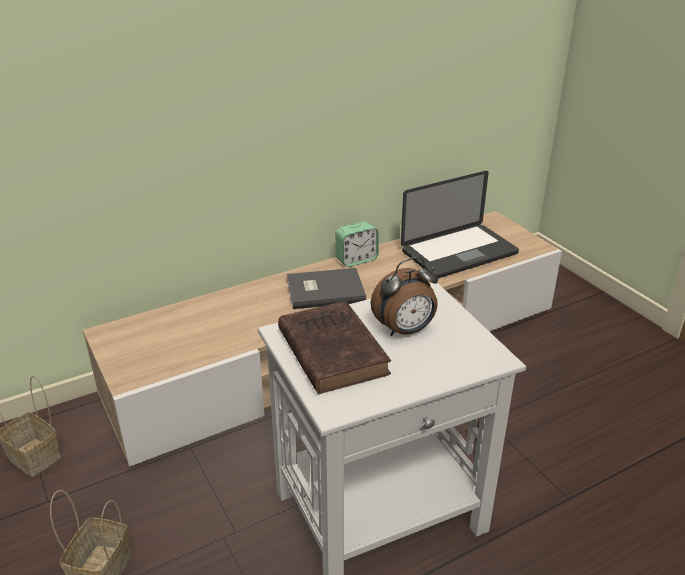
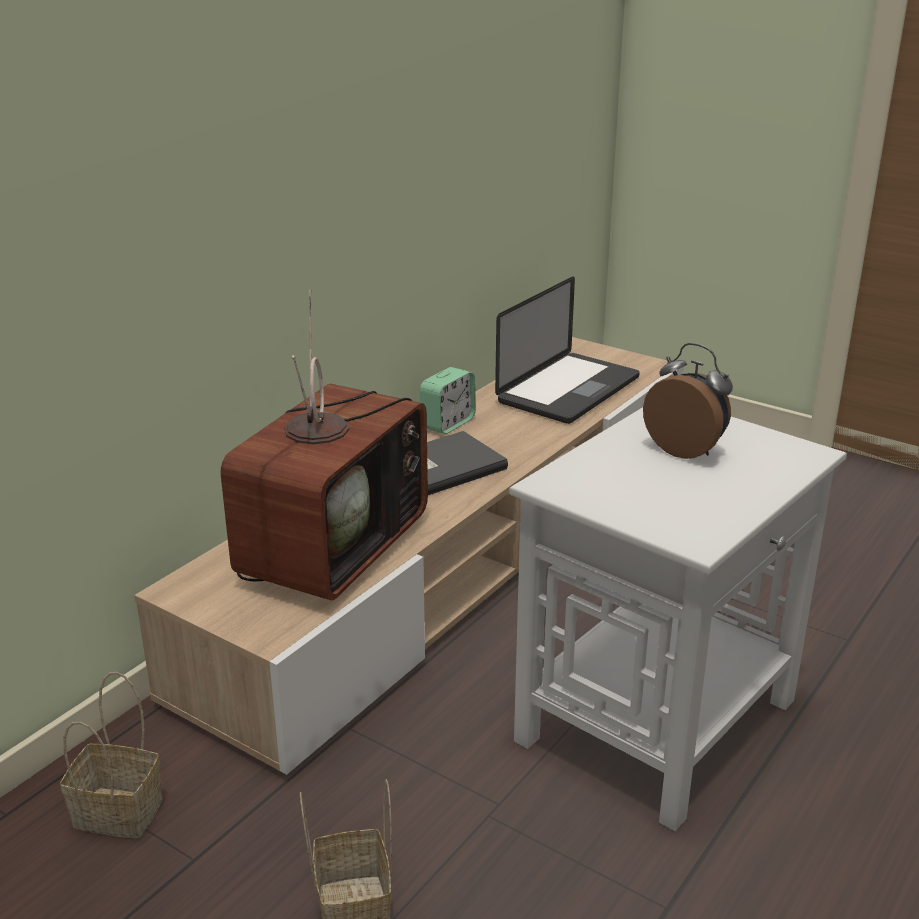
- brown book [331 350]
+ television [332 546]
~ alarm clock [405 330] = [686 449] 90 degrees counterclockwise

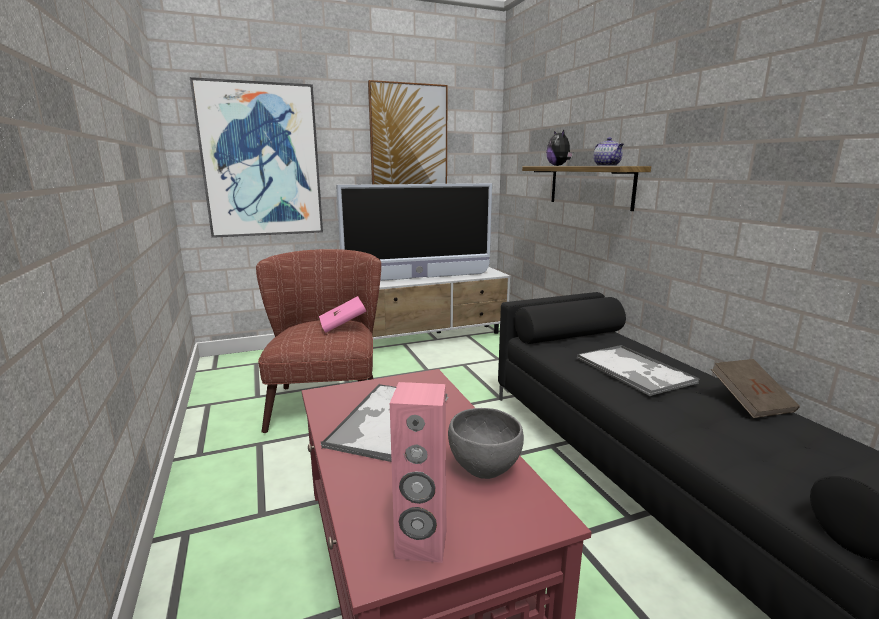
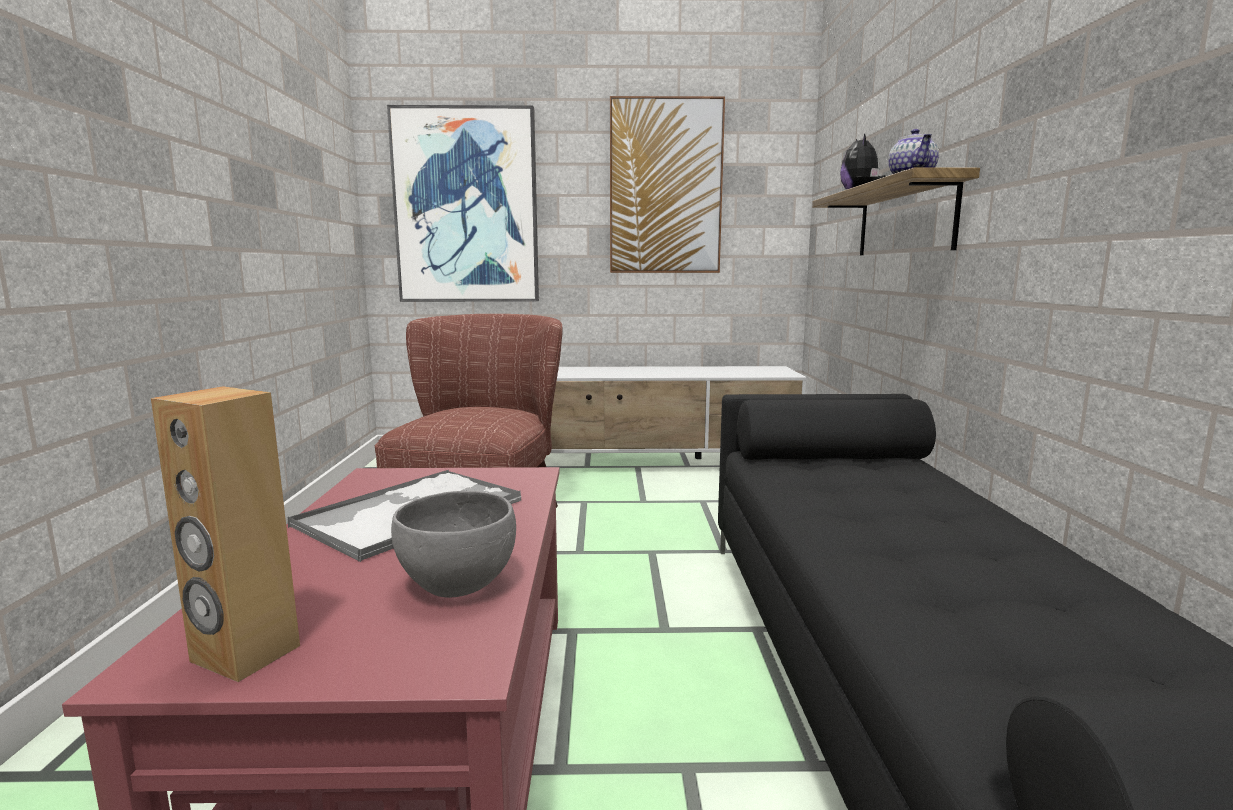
- pink book [343 325]
- television [419 278]
- tray [634 370]
- brown book [750 402]
~ pink speaker [421 544] to brown speaker [244 654]

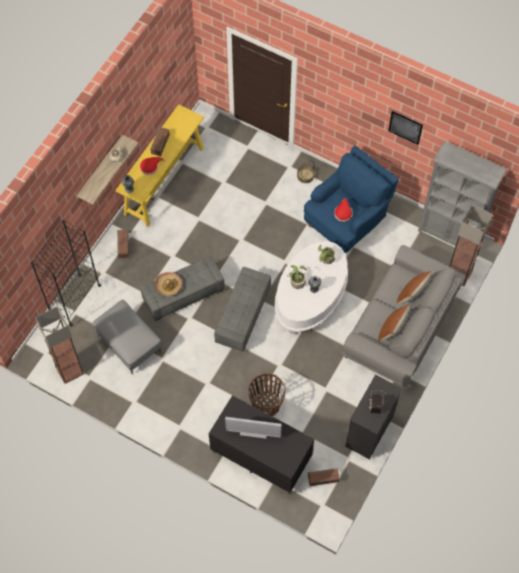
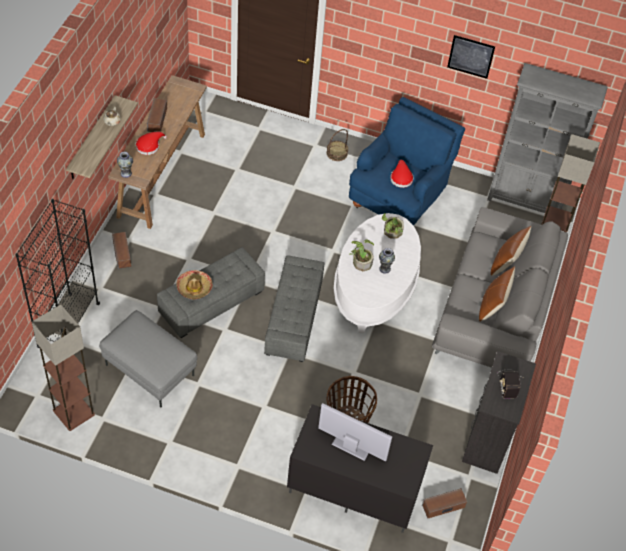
~ yellow console table [164 180] to brown console table [162 174]
~ television [253 432] = [350 447] 150 degrees counterclockwise

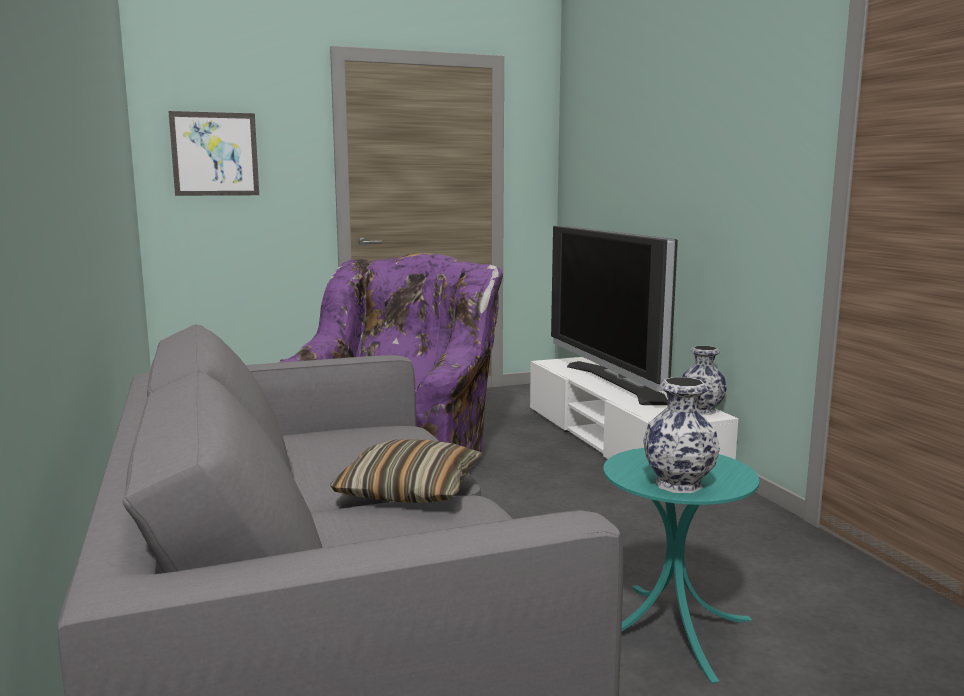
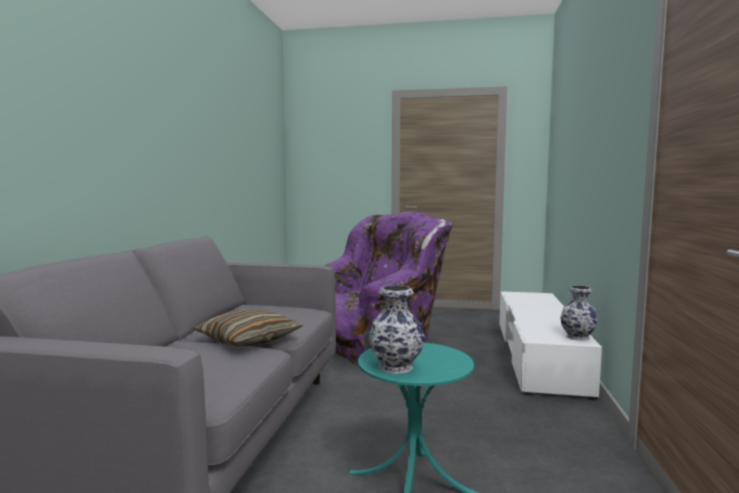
- picture [215 154]
- television [614 383]

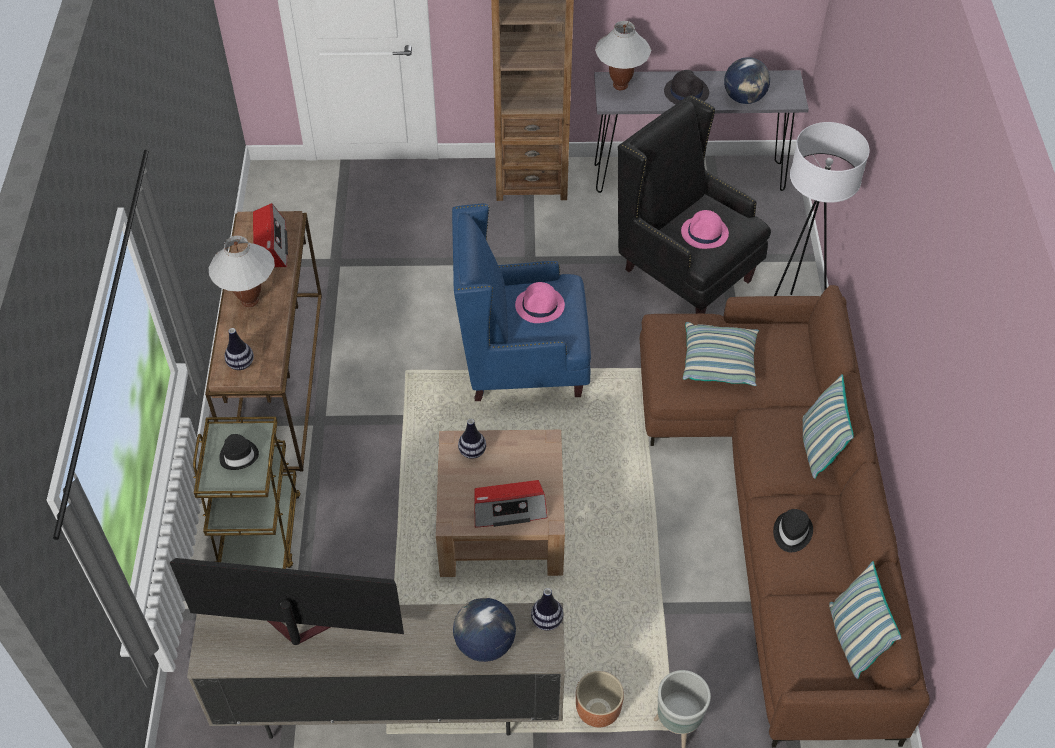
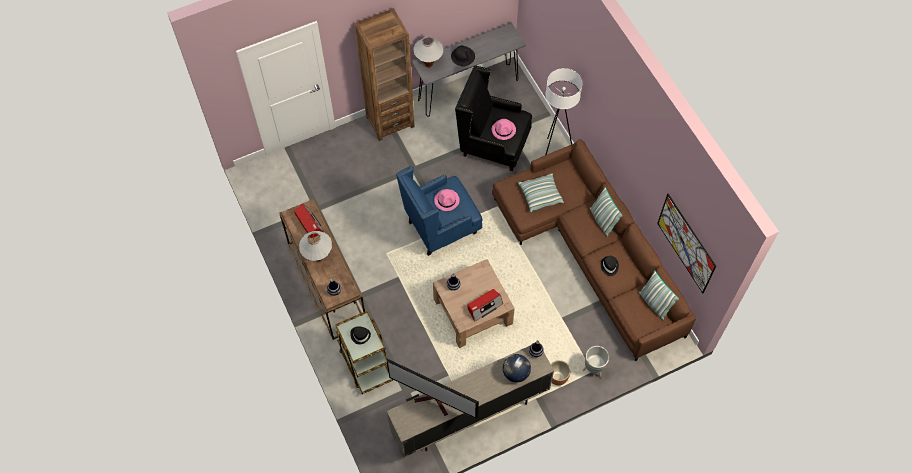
- globe [744 98]
+ picture [686 243]
~ television [295 630] = [434 402] 135 degrees counterclockwise

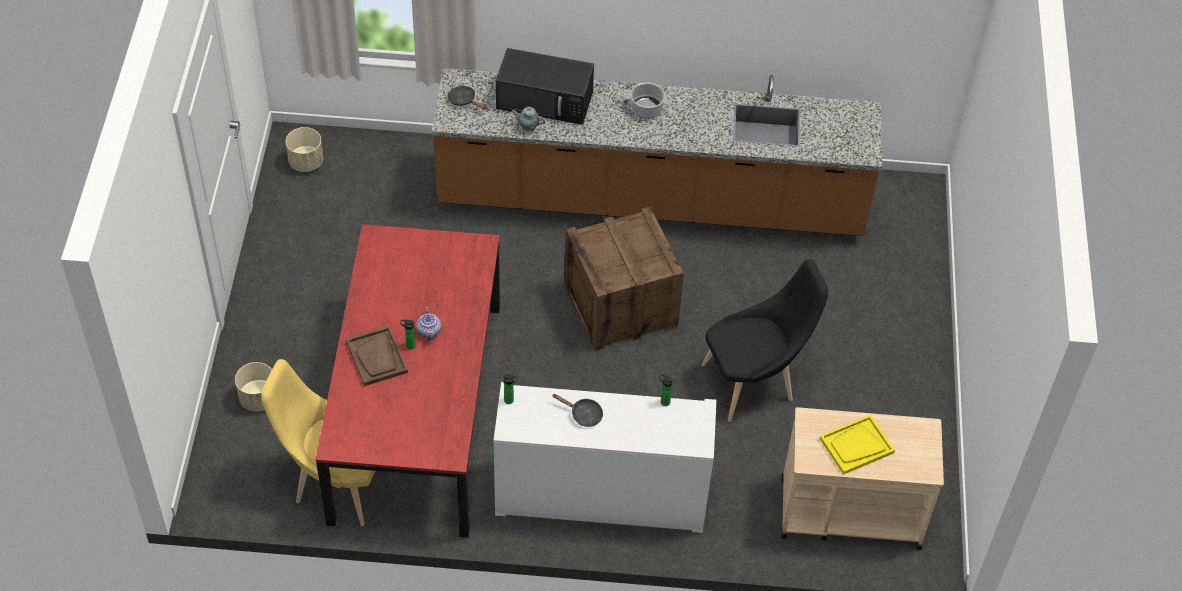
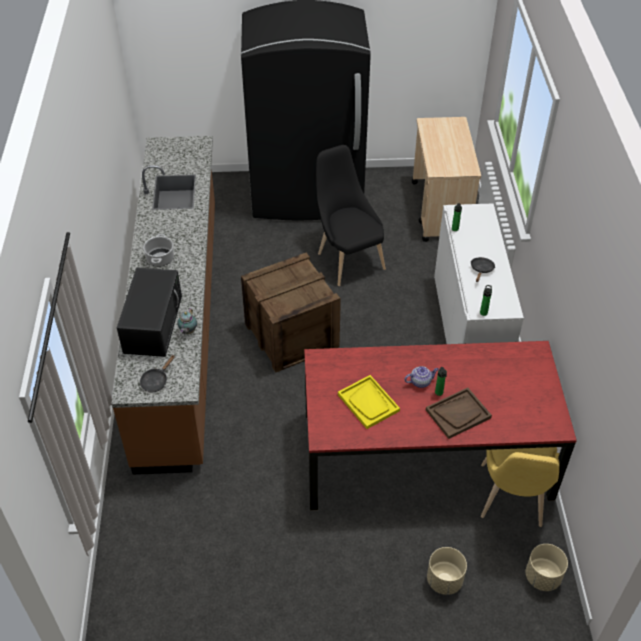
+ black fridge [307 195]
~ beige planter [306 162] to [542 577]
~ yellow tray [856 446] to [368 403]

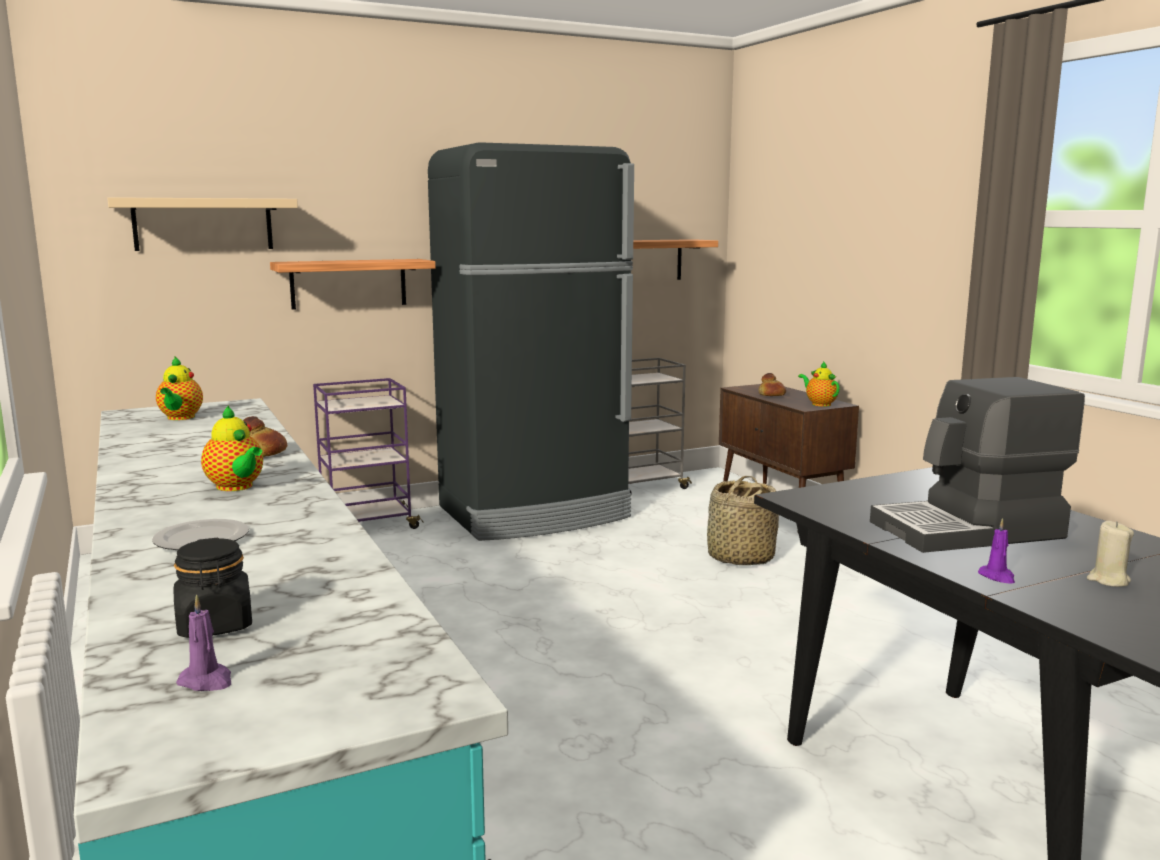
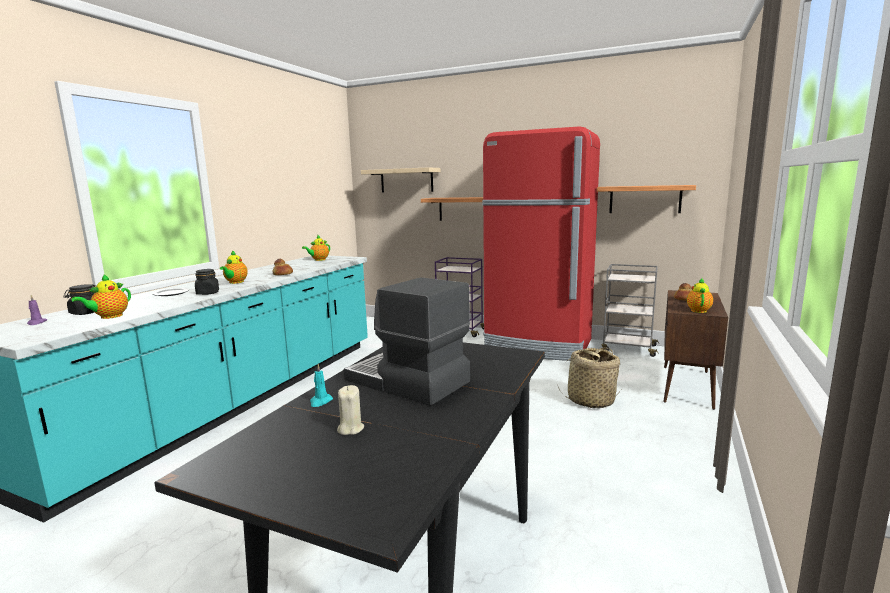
+ teapot [109 316]
+ black jar [208 293]
~ black fridge [535 513] to red fridge [539 345]
~ purple candle [997 577] to turquoise candle [320 402]

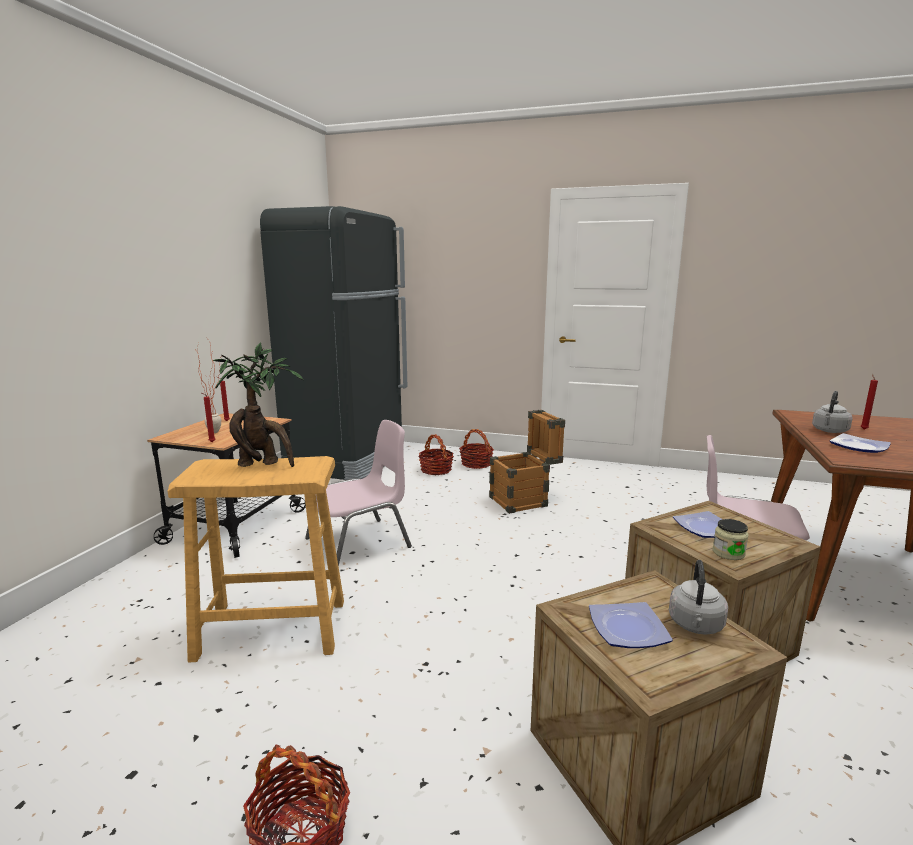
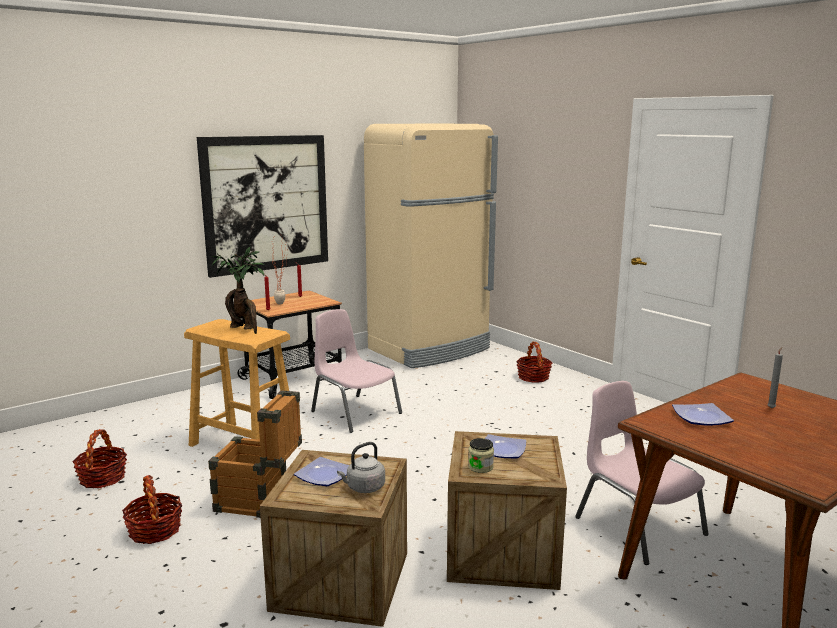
- grey kettle [829 431]
+ picture [266 203]
~ basket [436 470] to [102 478]
~ crate [525 500] to [260 502]
~ black fridge [349 459] to beige fridge [430 349]
~ red candle [863 429] to grey candle [771 408]
~ pink chair [360 543] = [355 412] 135 degrees counterclockwise

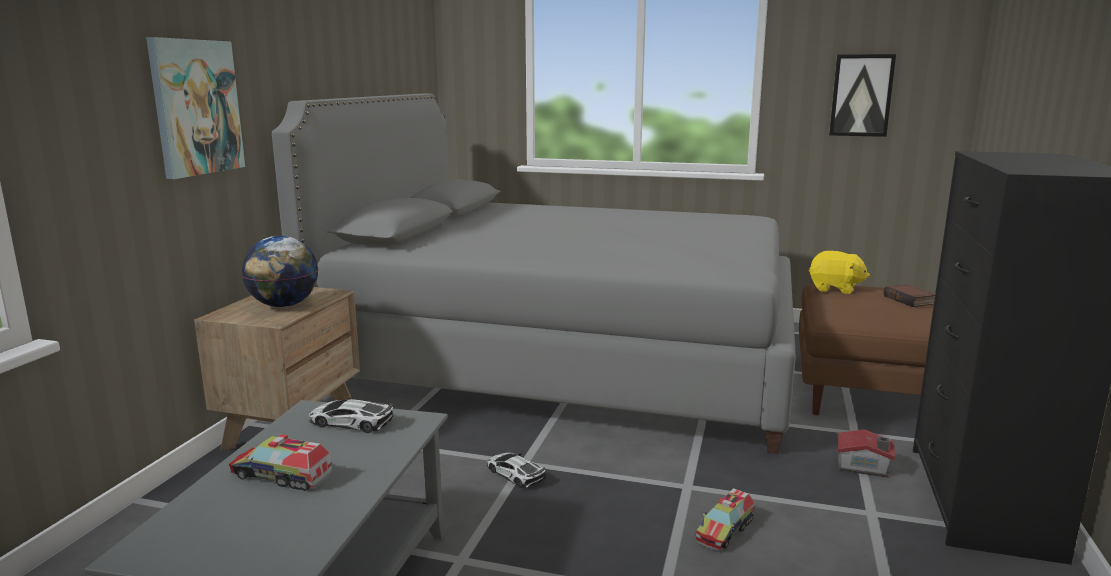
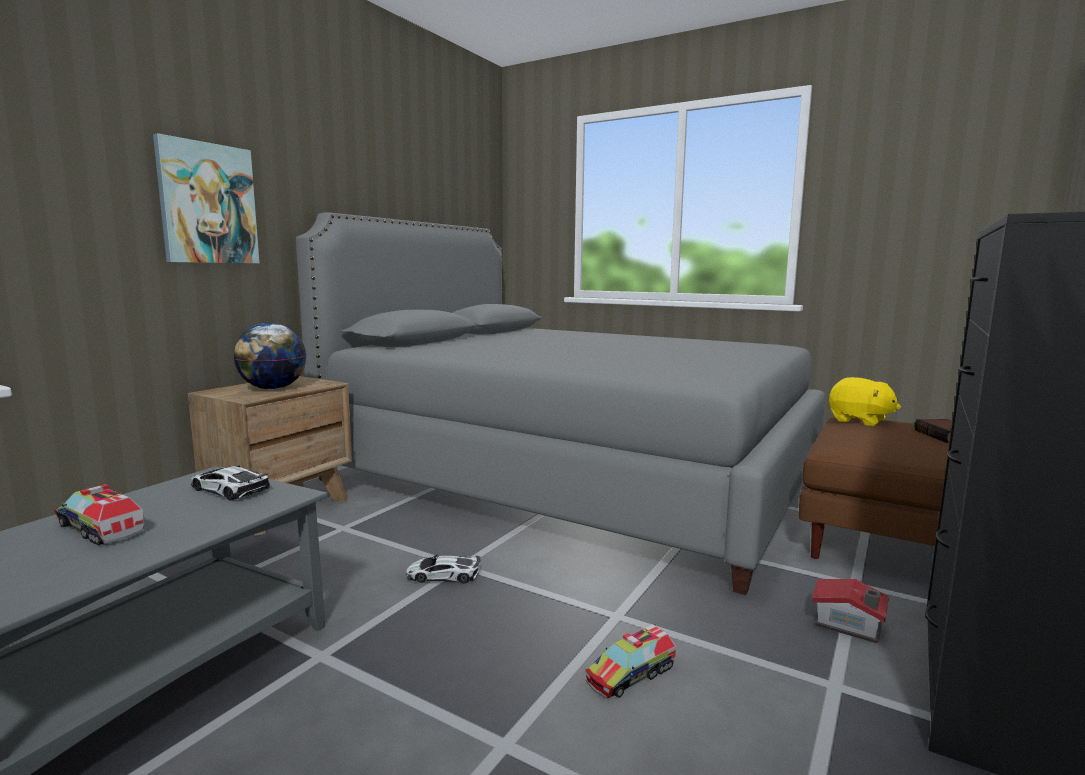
- picture [861 95]
~ toy car [515 474] = [443 575] 60 degrees counterclockwise

